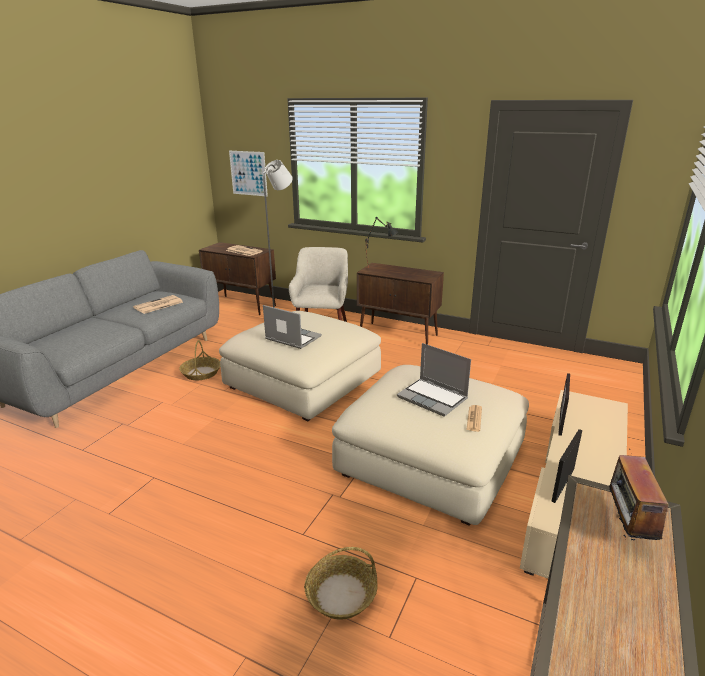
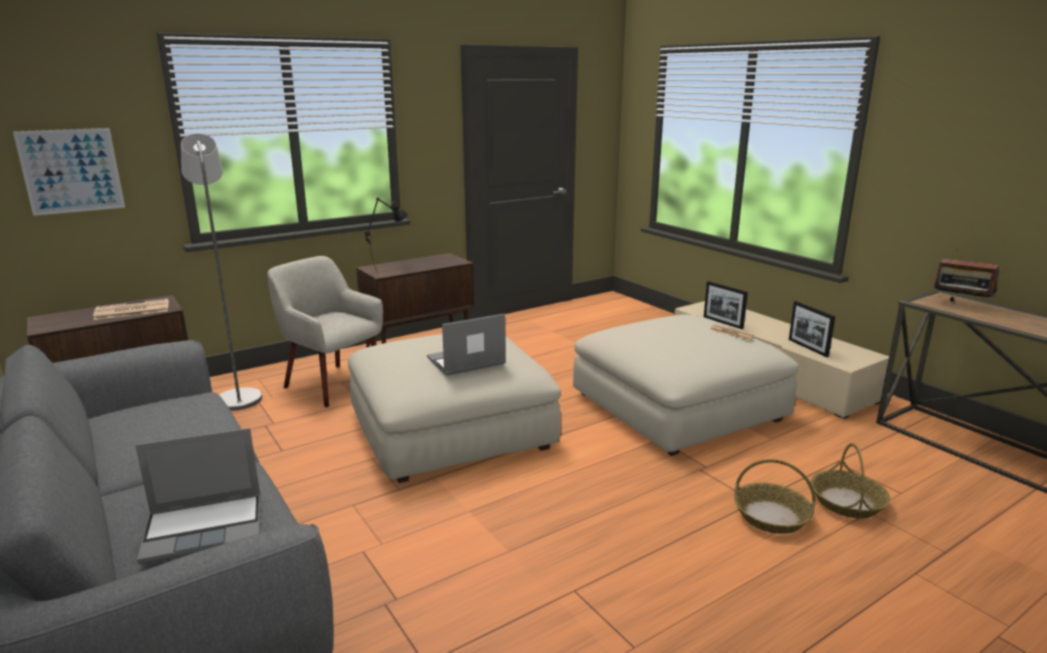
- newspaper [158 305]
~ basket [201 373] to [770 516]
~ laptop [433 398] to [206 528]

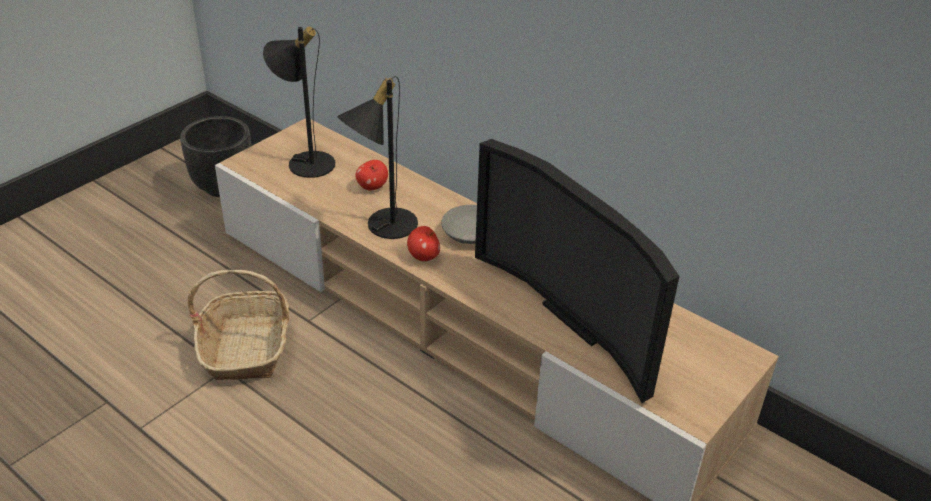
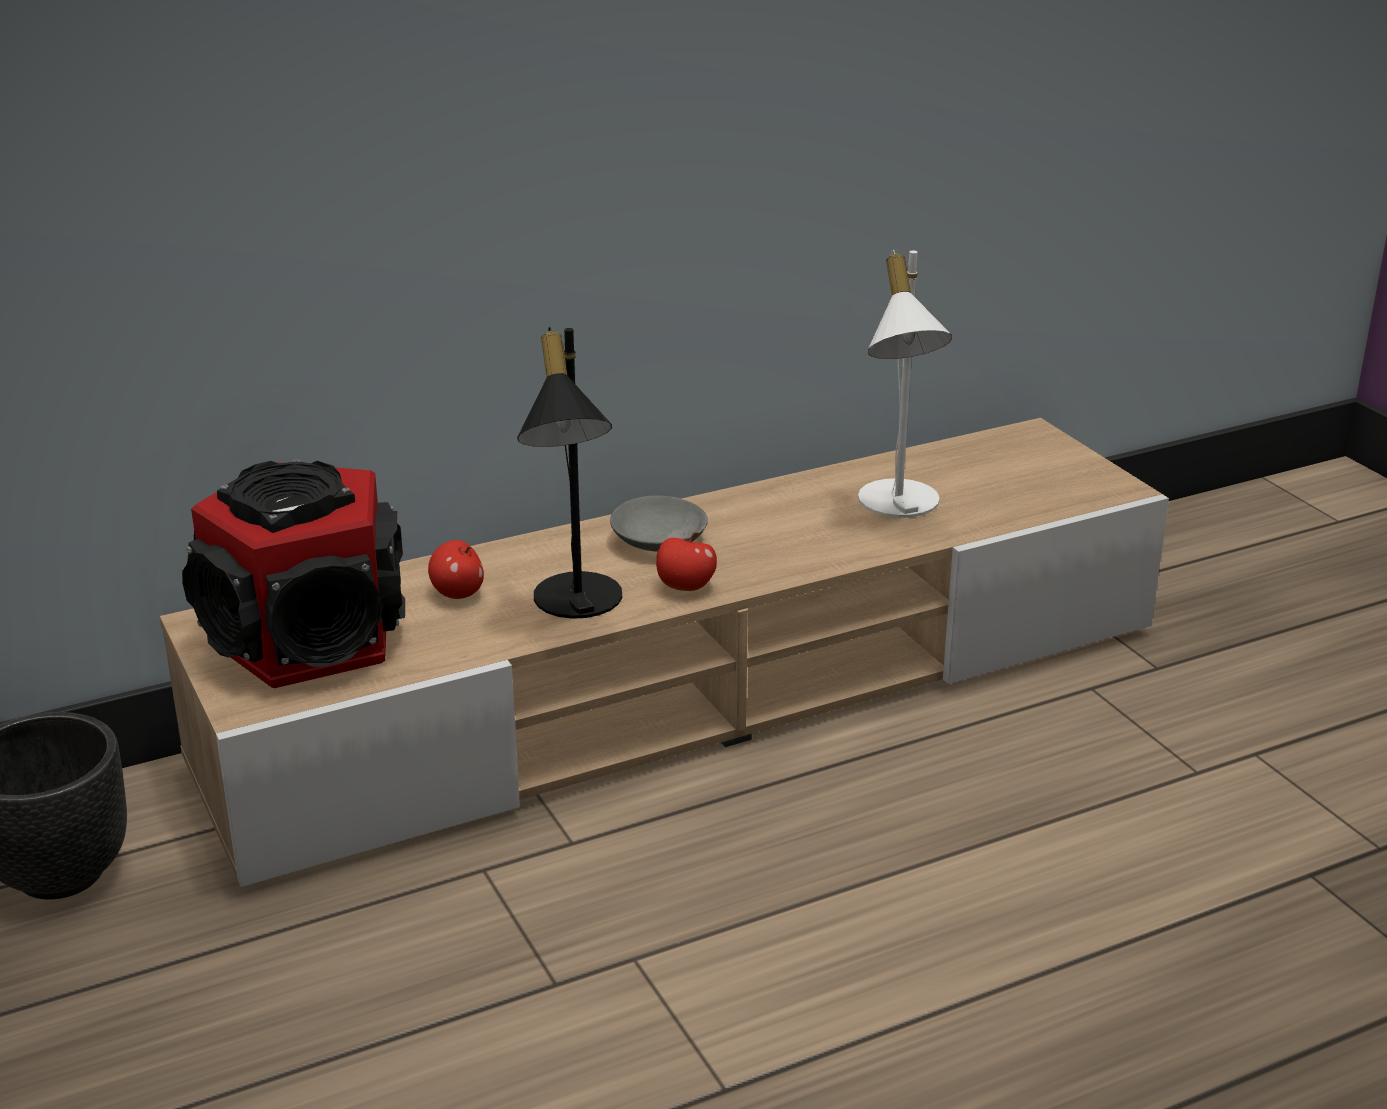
- basket [246 347]
~ black table lamp [305 160] to speaker [311 640]
~ television [581 315] to white table lamp [898 506]

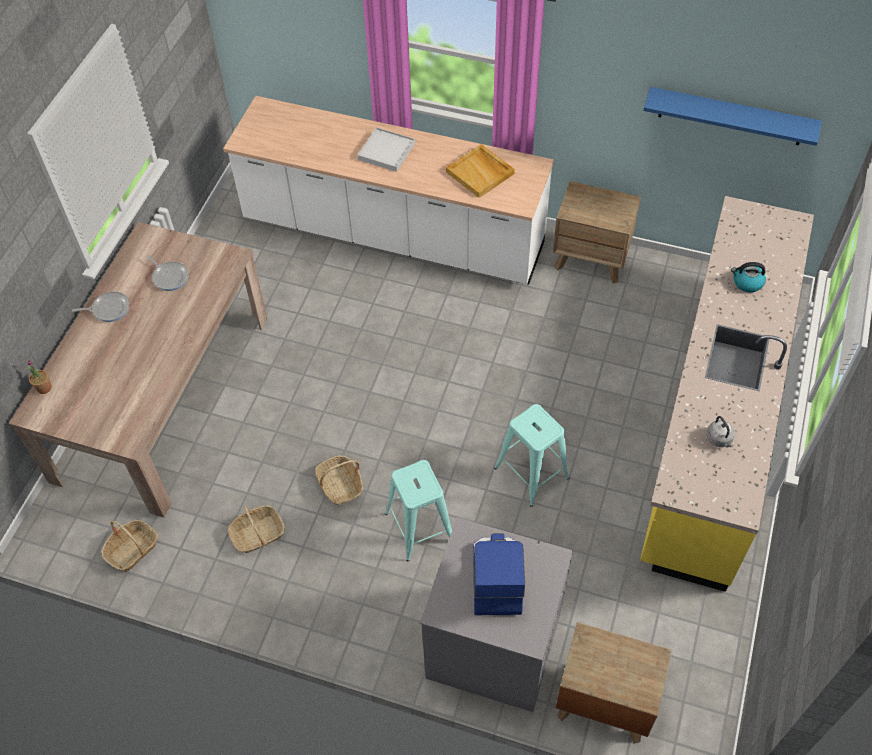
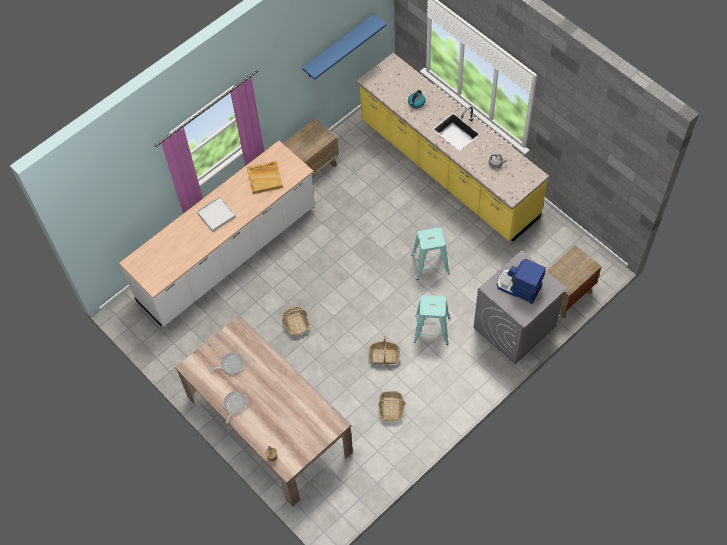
~ basket [132 550] to [296 323]

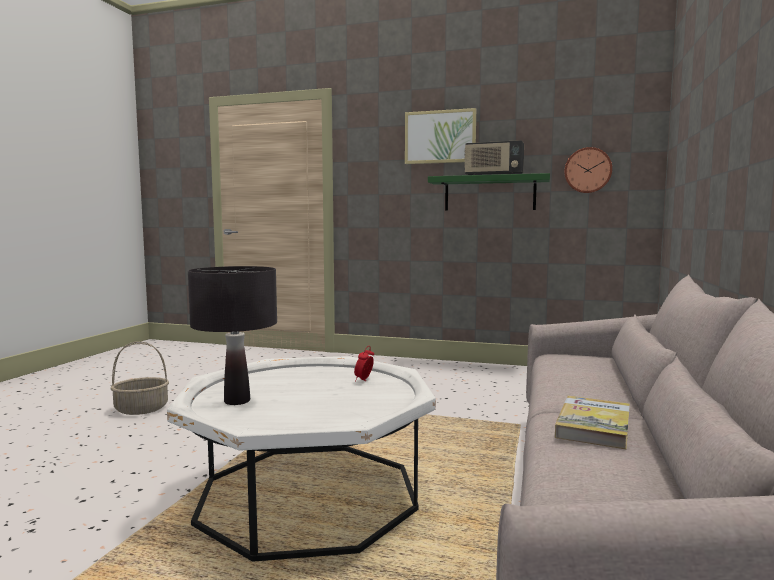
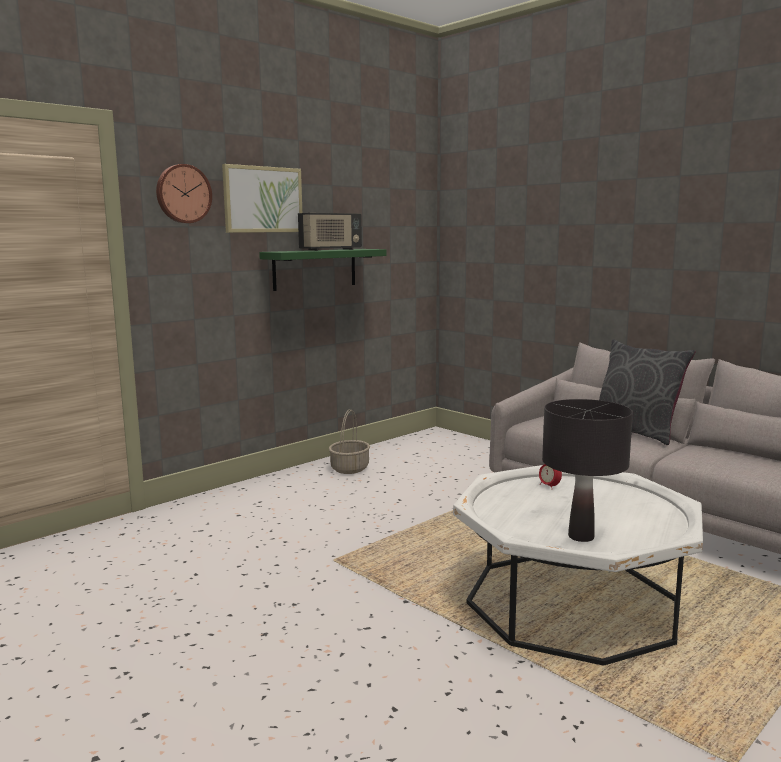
- book [593 426]
+ grey pillow [636 432]
~ basket [142 409] to [349 468]
~ wall clock [587 170] to [183 194]

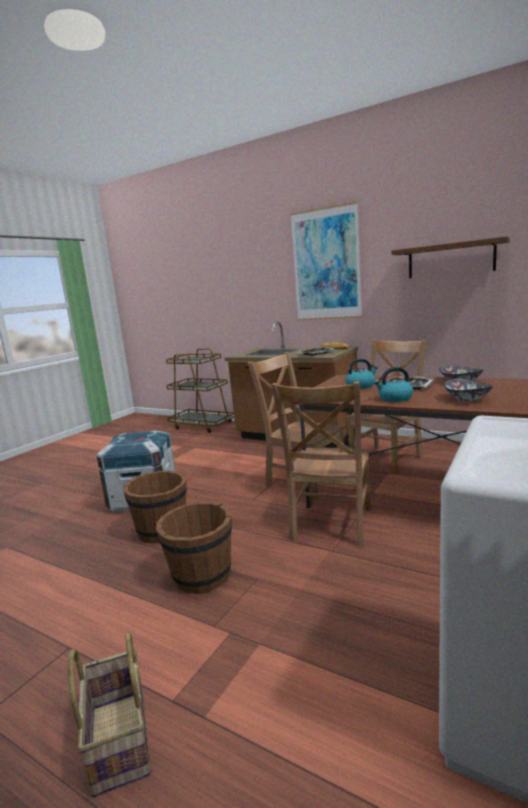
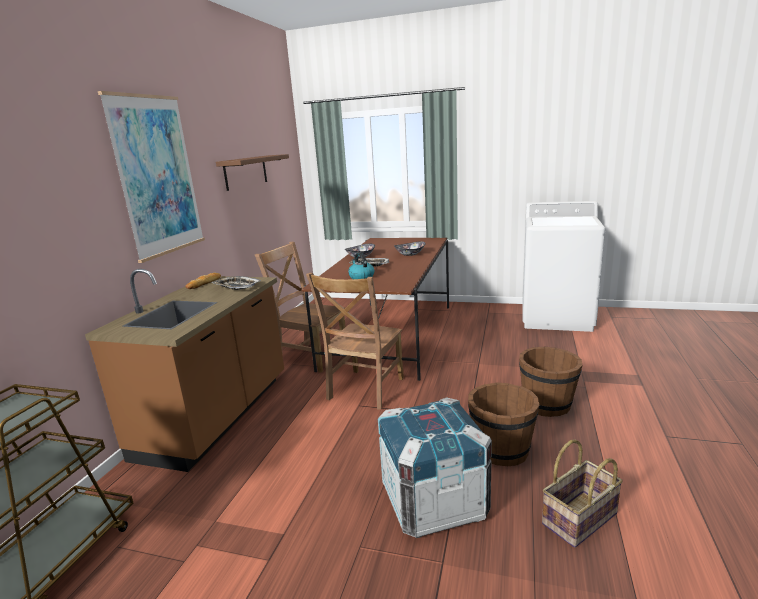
- brown chair [331 526]
- kettle [394 398]
~ basket [118 740] to [580 519]

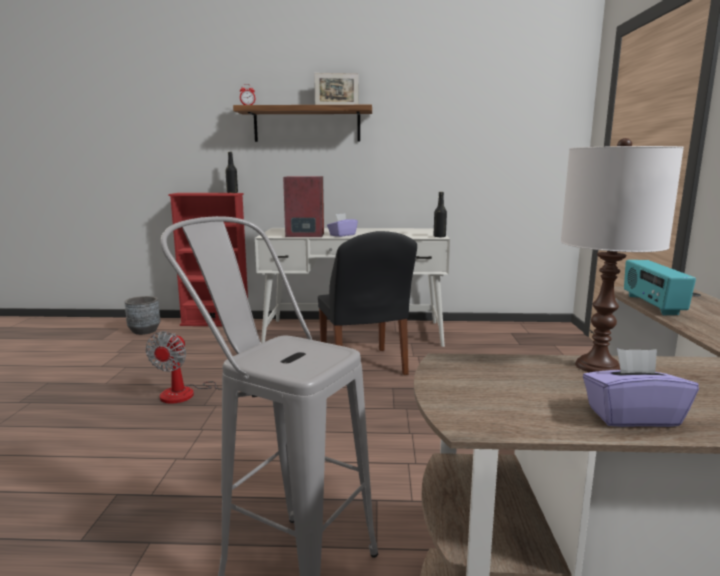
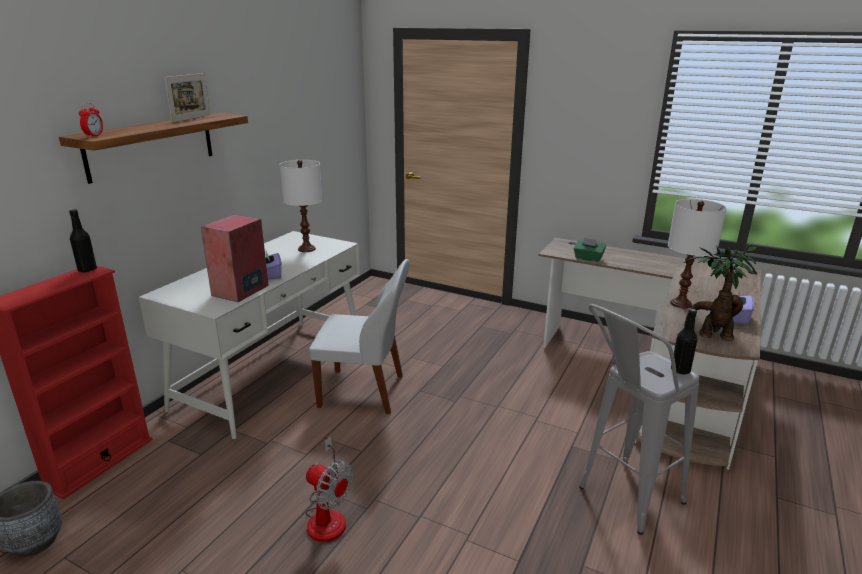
+ white table lamp [306 249]
+ potted plant [710 335]
~ black bottle [439 236] to [680 370]
~ radio [651 305] to green tissue box [588 258]
~ black chair [363 367] to white chair [364 392]

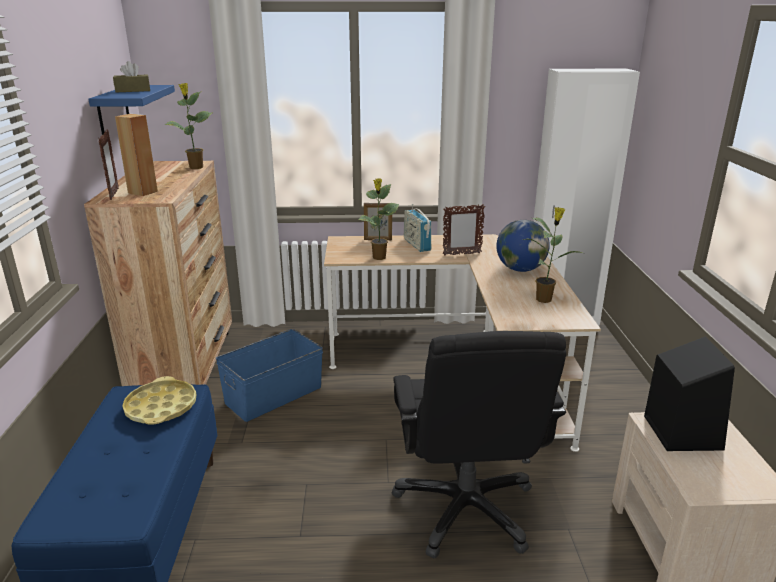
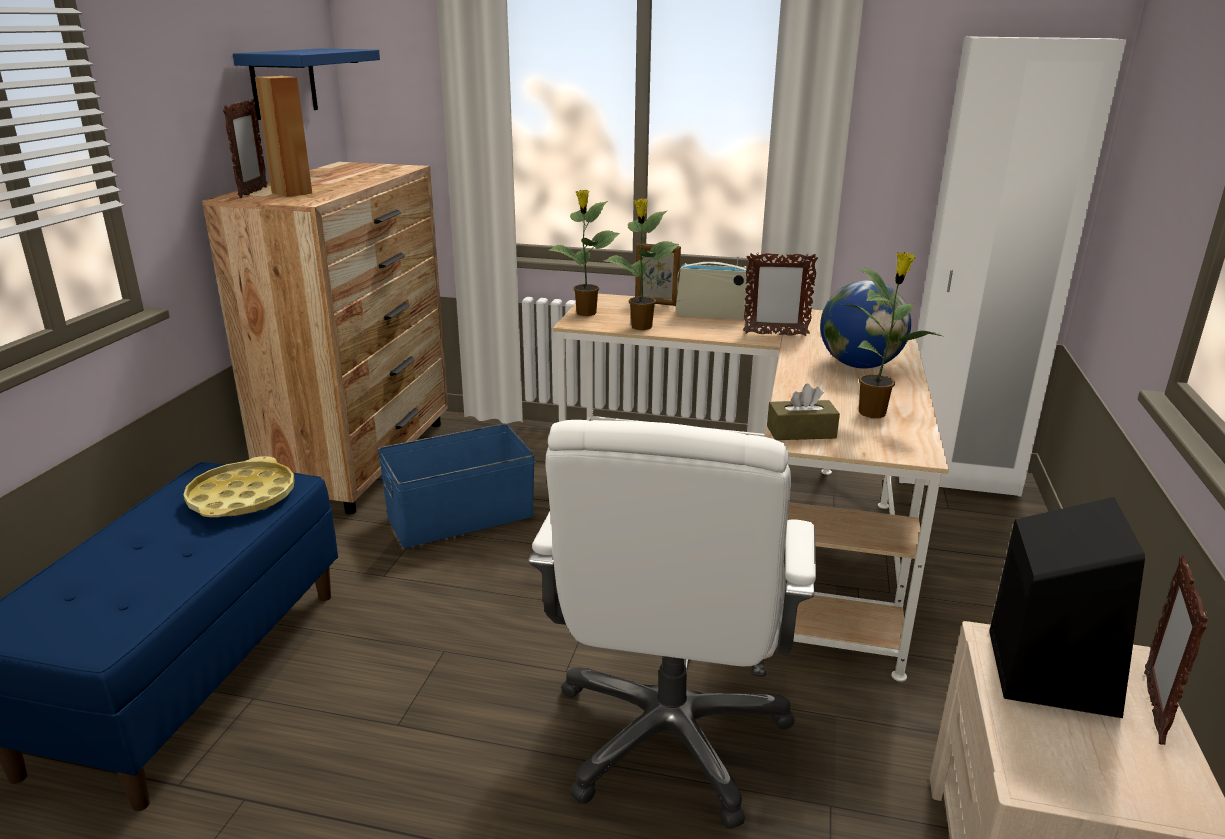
+ picture frame [1153 707]
~ brown tissue box [133 90] to [801 432]
~ potted plant [196 167] to [585 313]
~ black office chair [466 508] to white office chair [670 736]
~ radio [417 244] = [712 315] 105 degrees clockwise

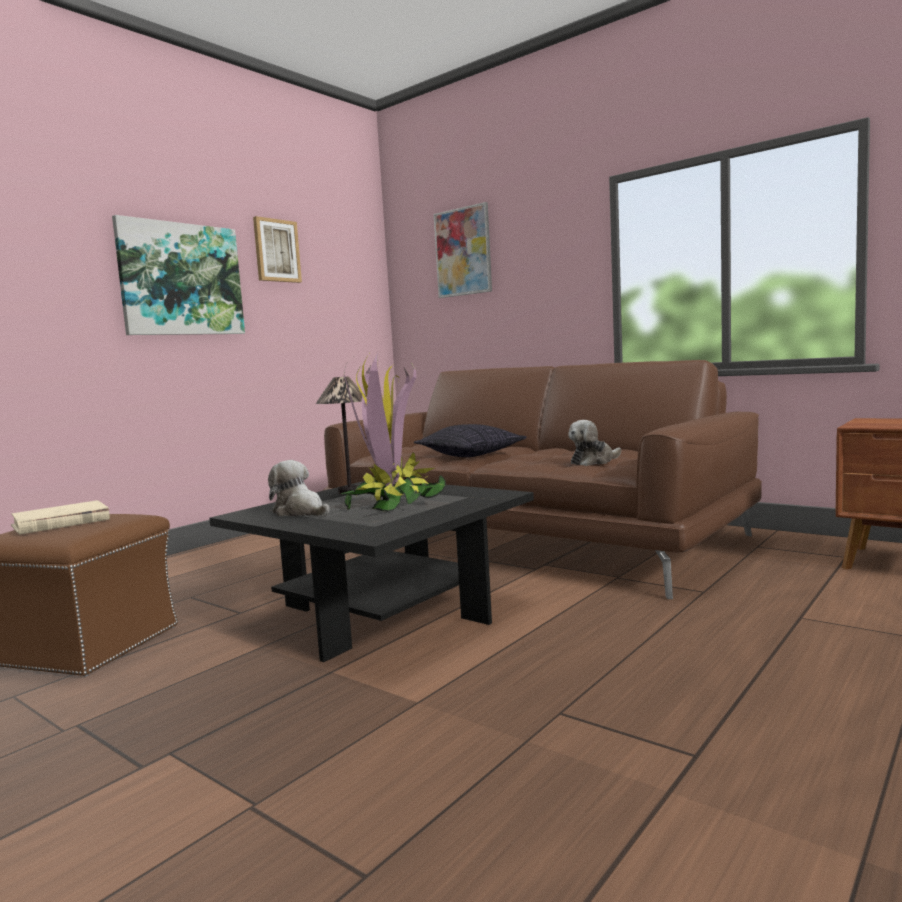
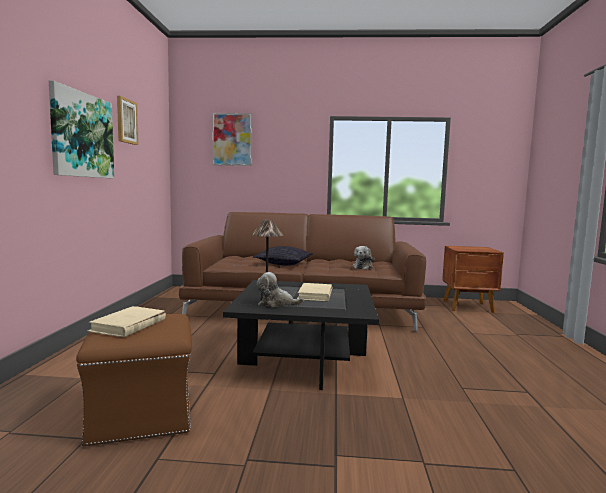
~ potted plant [393 503] to beige book [315 295]

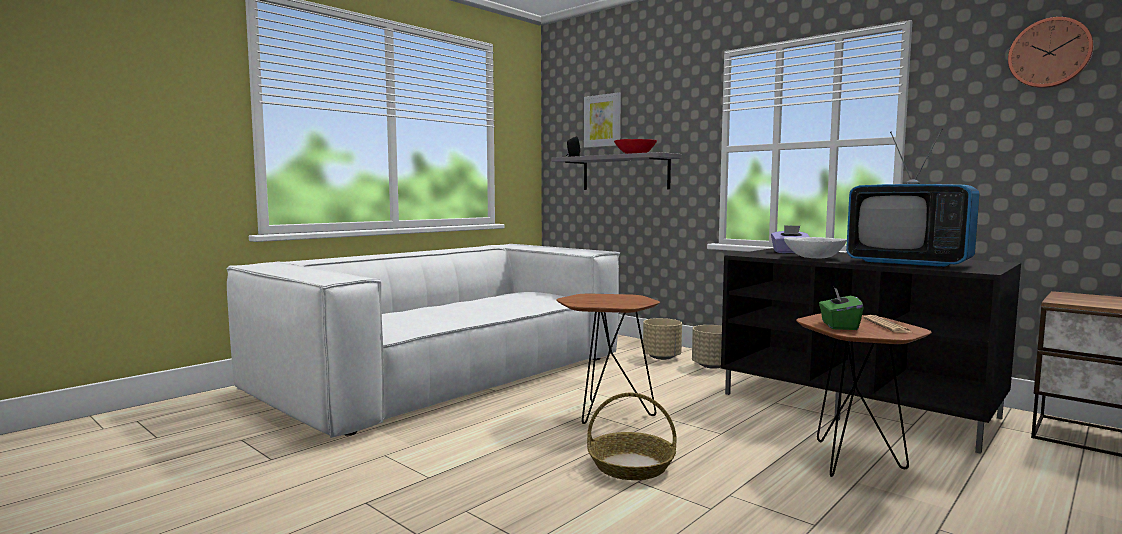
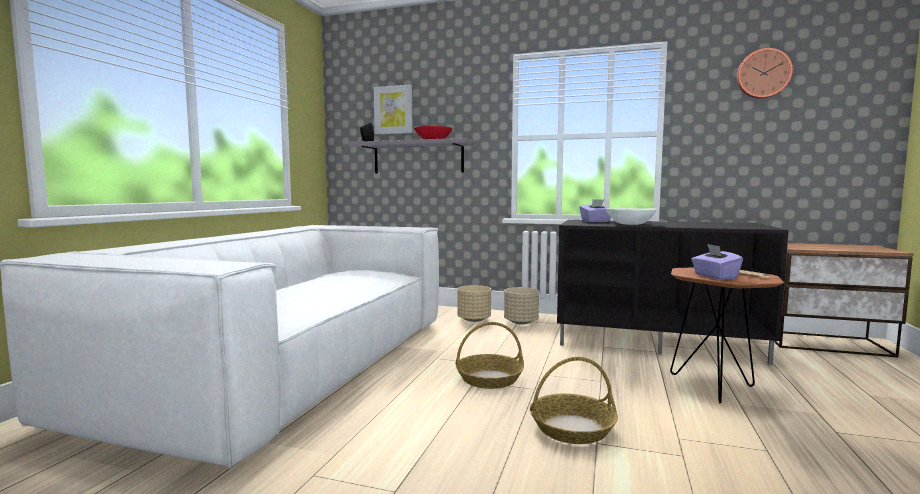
- television [908 264]
~ brown side table [606 413] to basket [489 379]
~ green tissue box [838 326] to purple tissue box [714 276]

